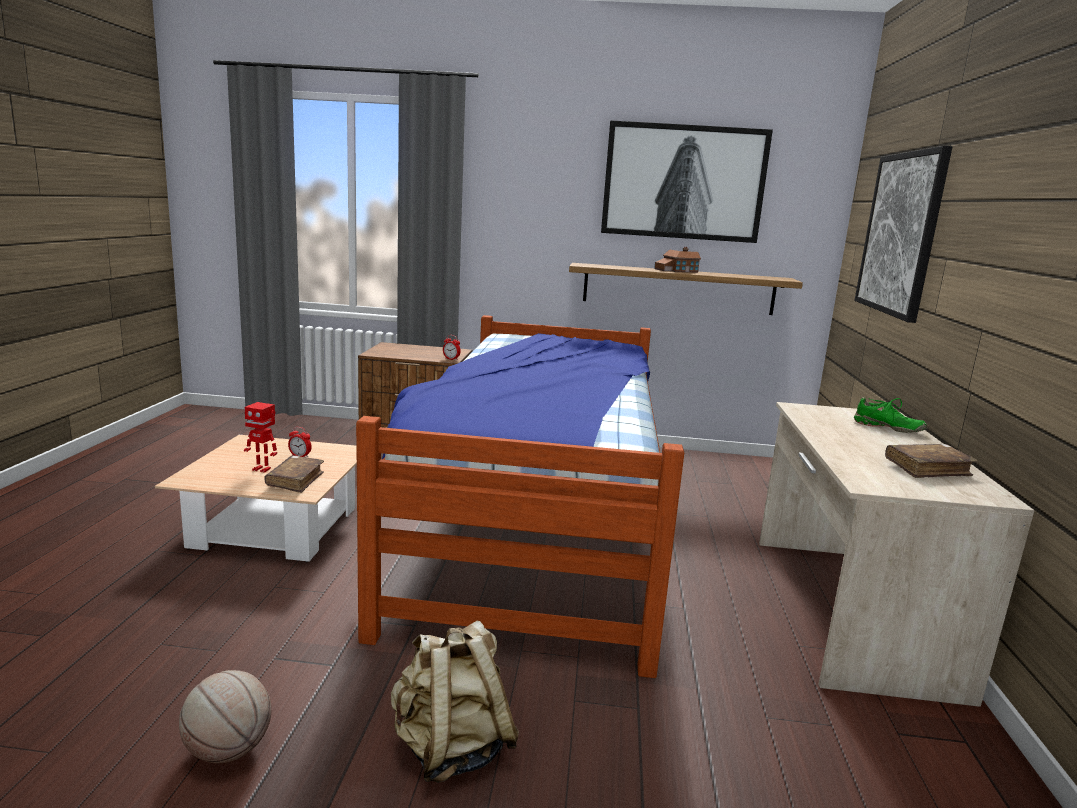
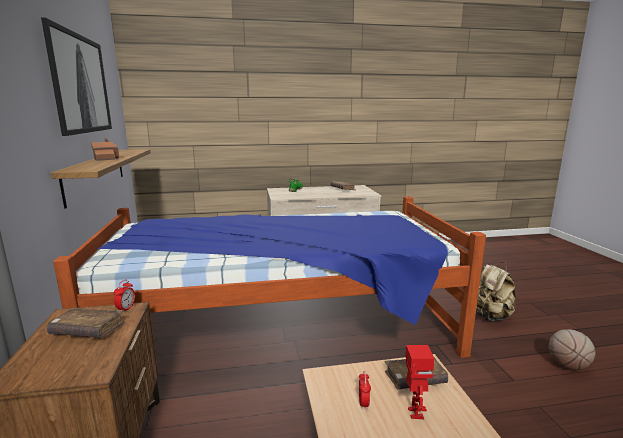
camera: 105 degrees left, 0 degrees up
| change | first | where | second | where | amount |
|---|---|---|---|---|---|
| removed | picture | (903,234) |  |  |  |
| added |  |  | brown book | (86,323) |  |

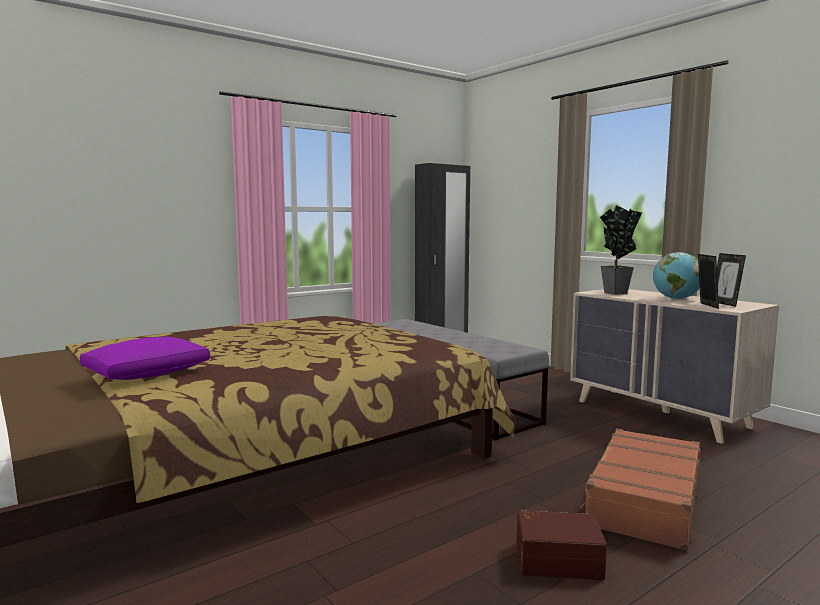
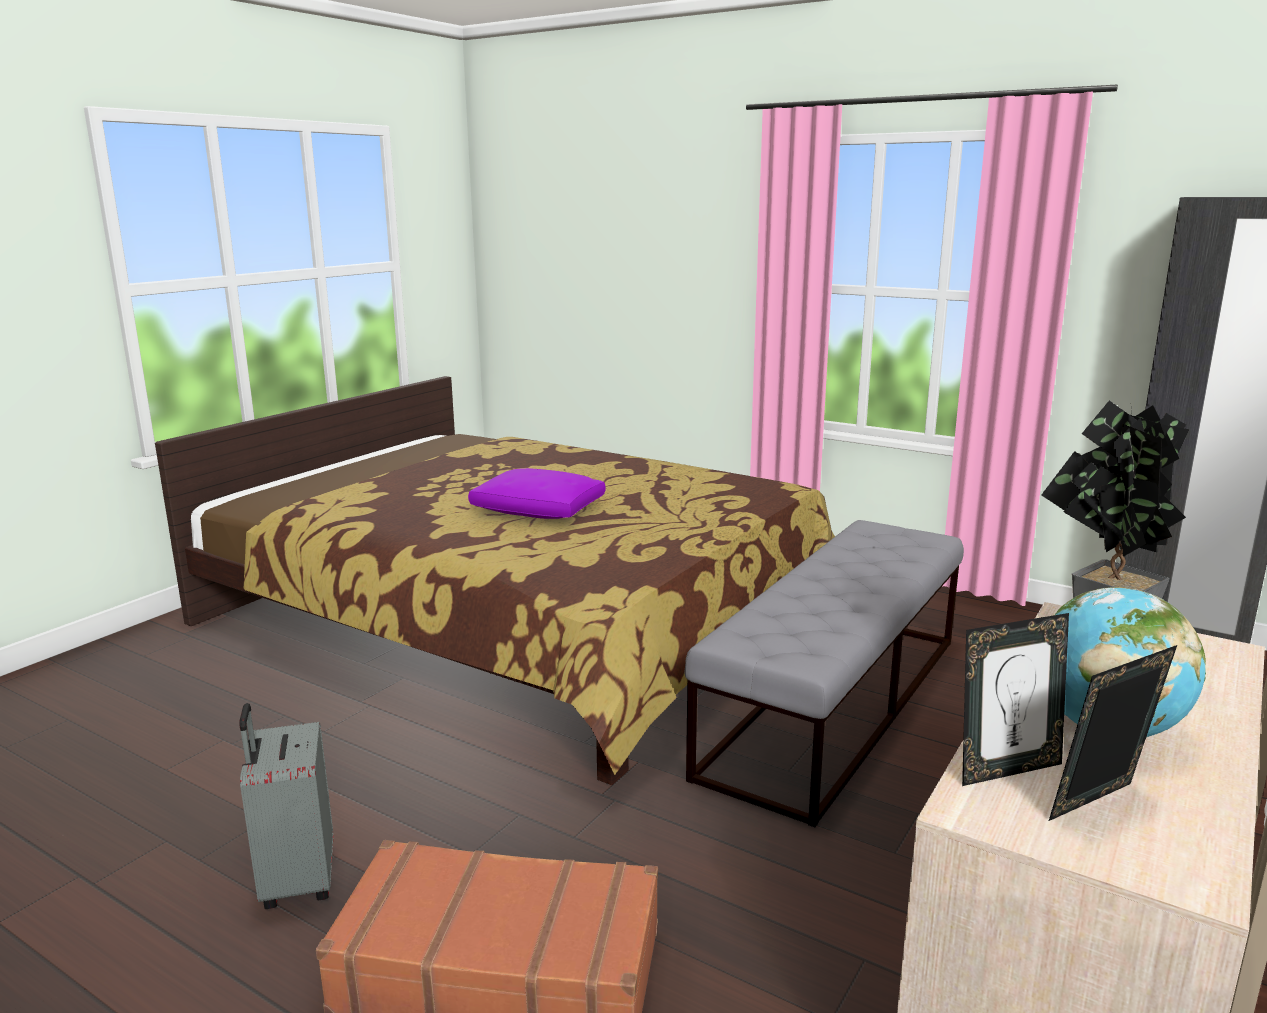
camera: 70 degrees right, 10 degrees up
| change | first | where | second | where | amount |
|---|---|---|---|---|---|
| moved | purple pillow | (145,358) |  | (536,493) |  |
| replaced | brown storage box | (562,545) | grey suitcase | (286,806) |  |

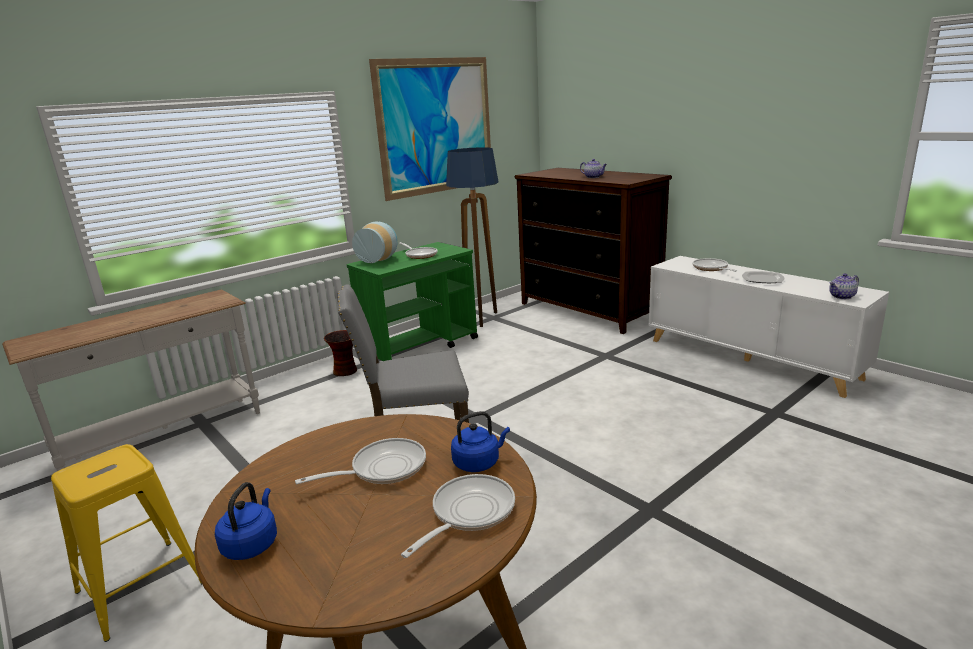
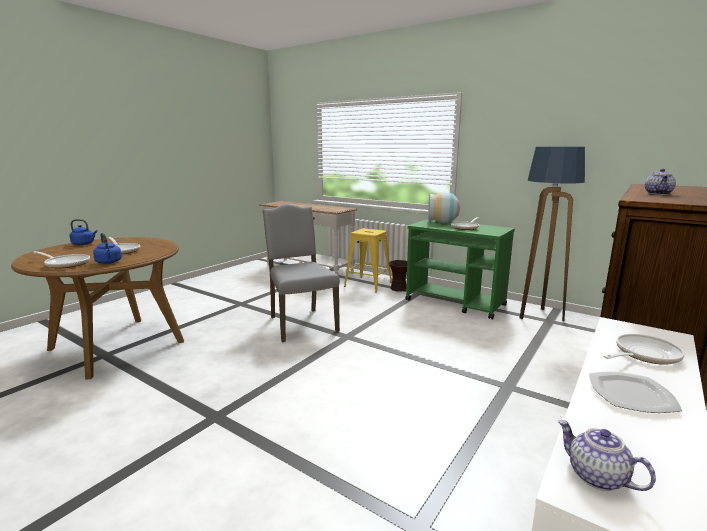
camera: 75 degrees right, 5 degrees down
| change | first | where | second | where | amount |
|---|---|---|---|---|---|
| removed | picture | (430,129) |  |  |  |
| moved | yellow stool | (126,543) |  | (368,260) |  |

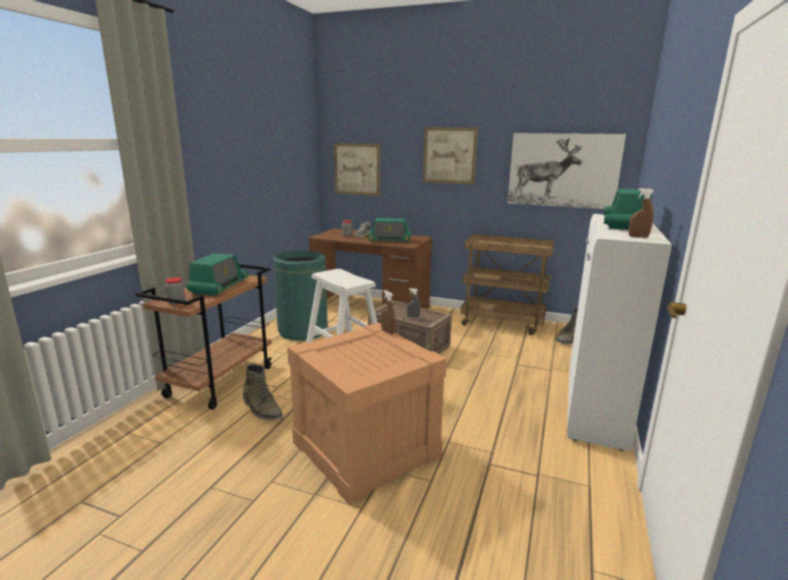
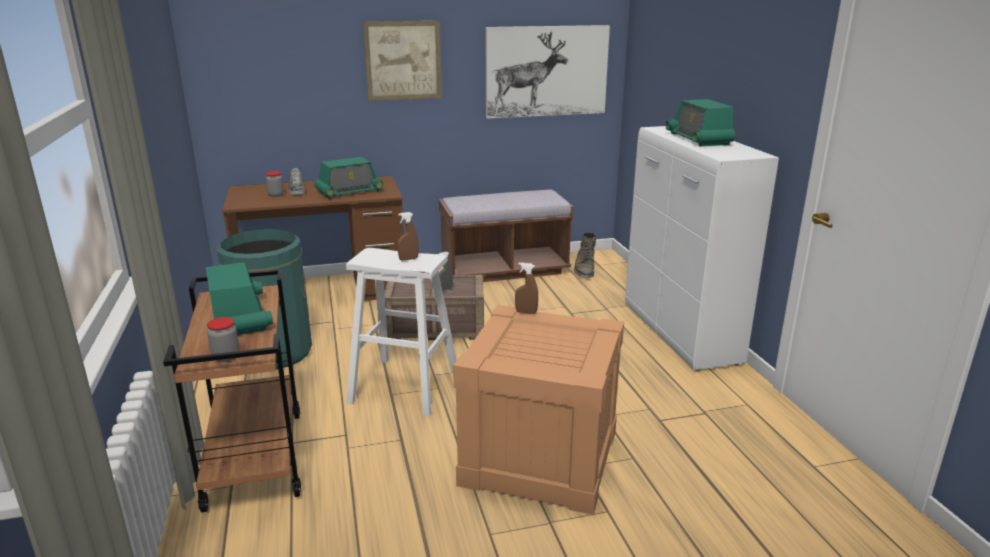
camera: 35 degrees left, 5 degrees up
| change | first | where | second | where | amount |
|---|---|---|---|---|---|
| removed | picture | (357,169) |  |  |  |
| moved | brown spray bottle | (641,213) |  | (408,236) |  |
| replaced | brown cart | (507,284) | brown bench | (506,236) |  |
| removed | green boot | (263,392) |  |  |  |

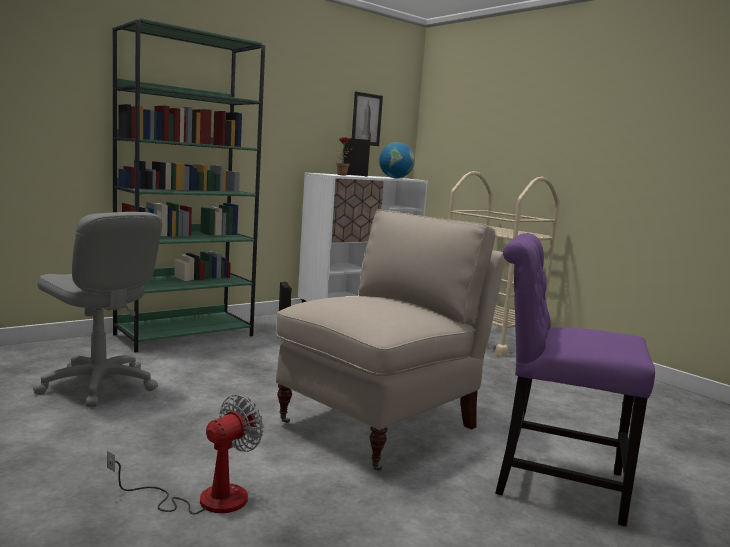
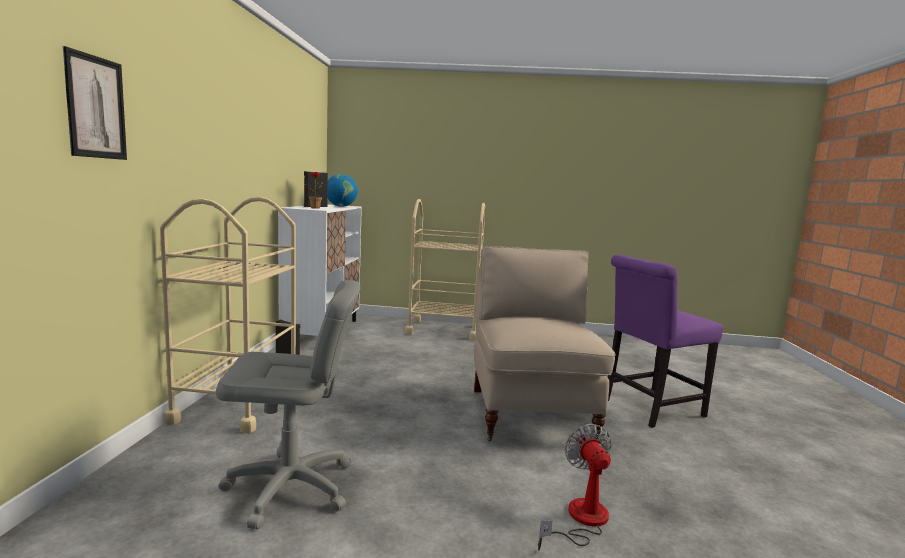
camera: 45 degrees left, 0 degrees up
| change | first | where | second | where | amount |
|---|---|---|---|---|---|
| replaced | green bookcase | (189,185) | beige cart | (228,315) |  |
| moved | picture | (367,118) |  | (95,103) |  |

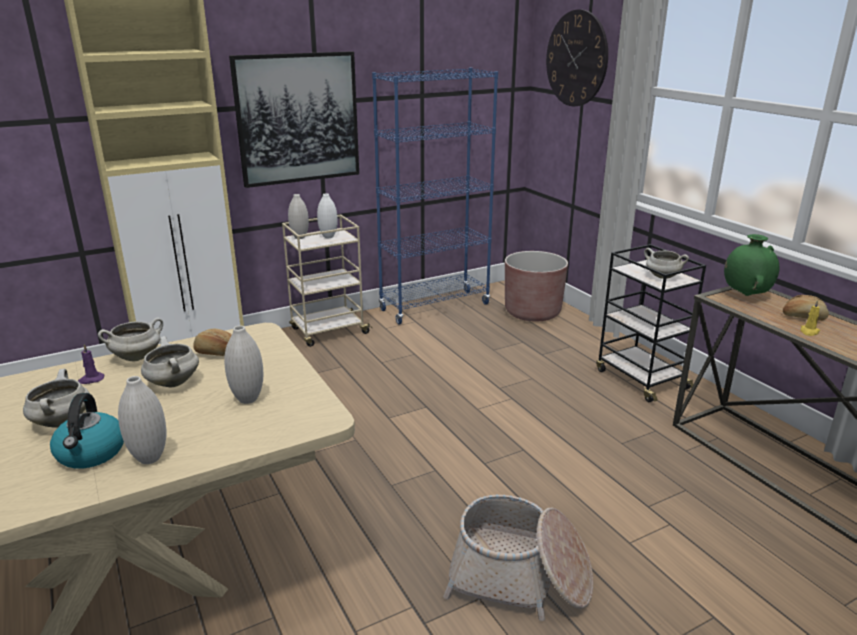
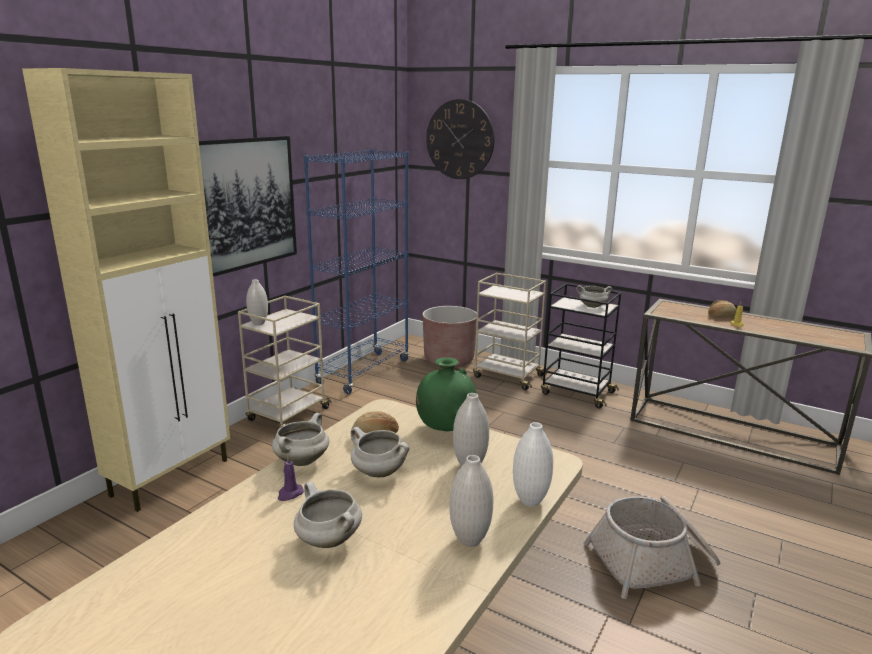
camera: 30 degrees left, 5 degrees down
| change | first | where | second | where | amount |
|---|---|---|---|---|---|
| moved | white vase | (327,215) |  | (533,464) |  |
| moved | green vase | (752,265) |  | (446,394) |  |
| removed | kettle | (87,431) |  |  |  |
| added |  |  | beige cart | (510,331) |  |

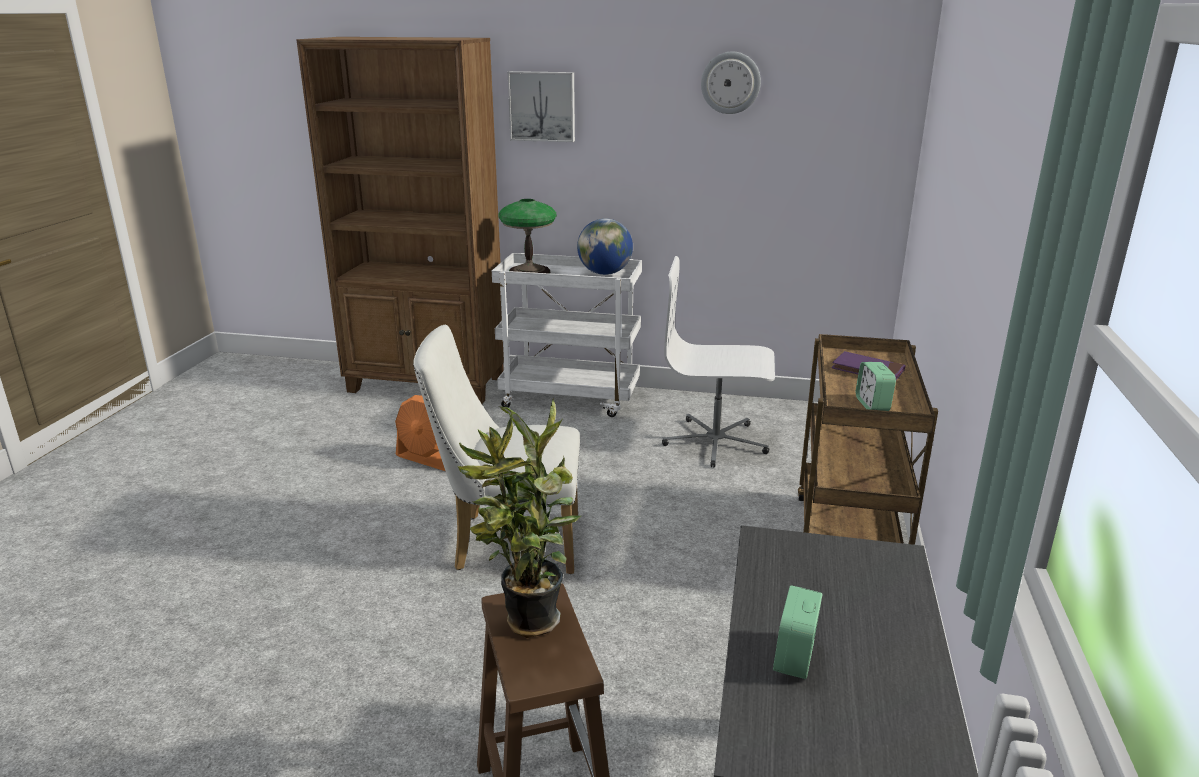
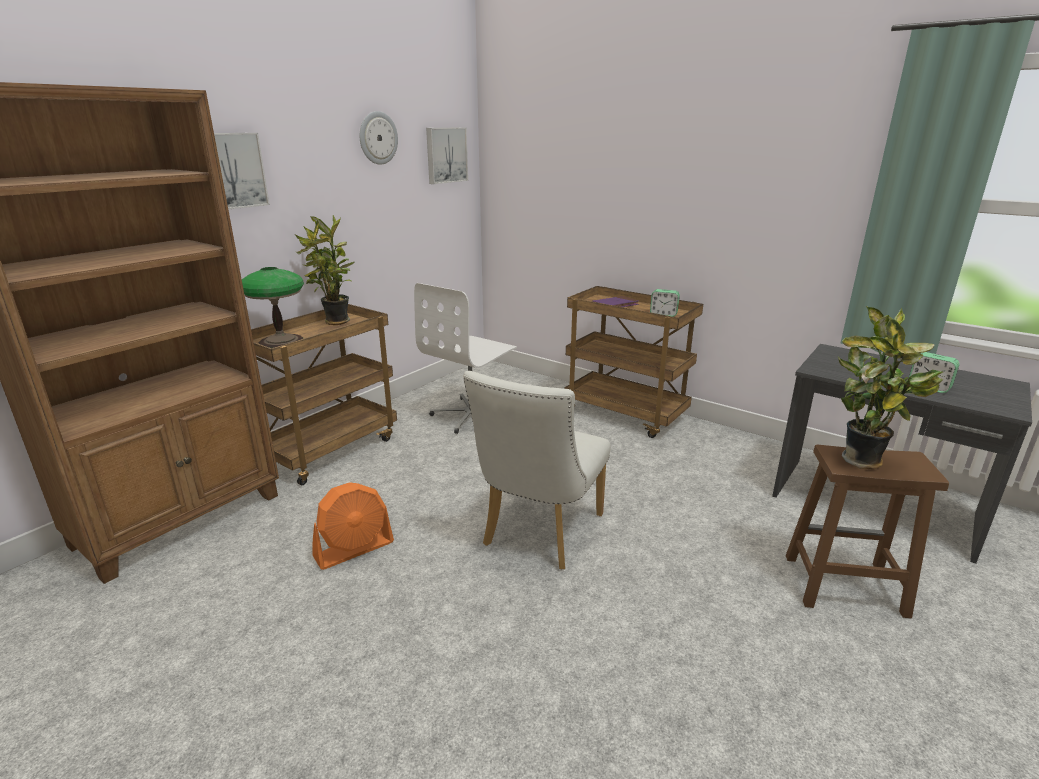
camera: 65 degrees left, 0 degrees up
| change | first | where | second | where | amount |
|---|---|---|---|---|---|
| replaced | globe | (605,246) | potted plant | (324,270) |  |
| recoloured | white cart | (567,335) | brown cart | (324,394) |  |
| added |  |  | picture | (447,156) |  |

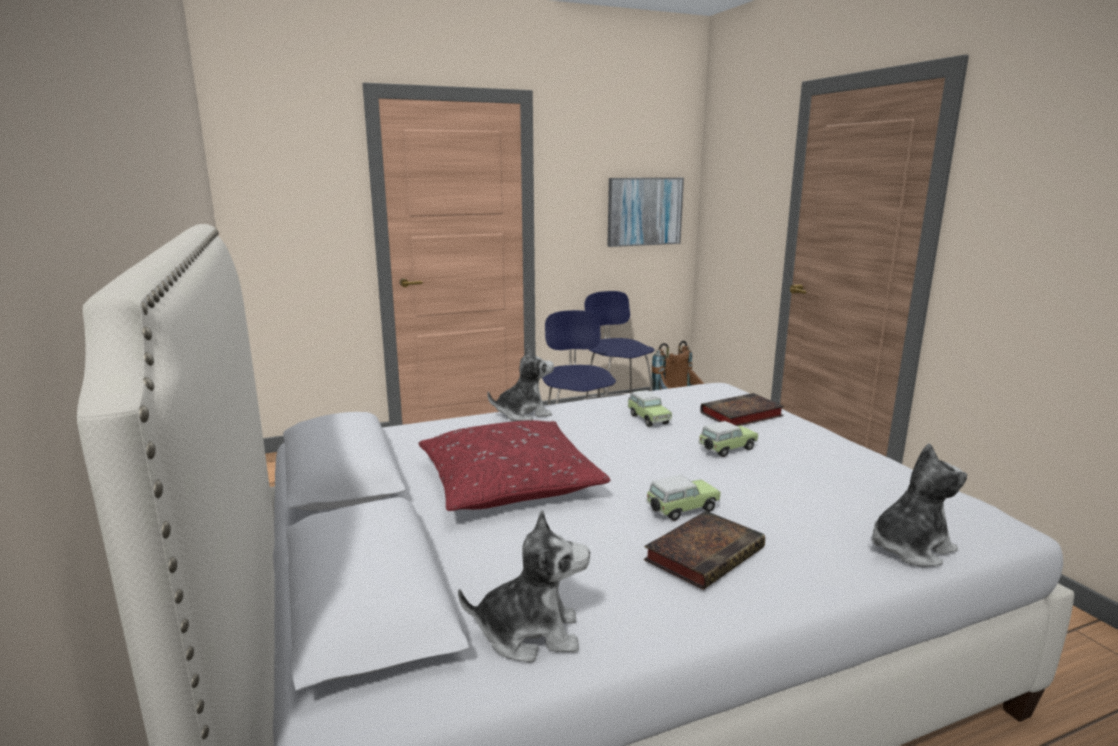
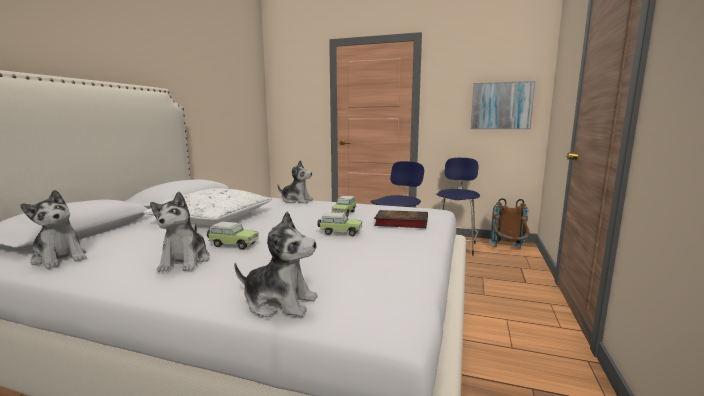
camera: 40 degrees right, 5 degrees down
| change | first | where | second | where | amount |
|---|---|---|---|---|---|
| recoloured | red pillow | (514,465) | white pillow | (207,206) |  |
| replaced | book | (704,550) | plush toy | (180,232) |  |

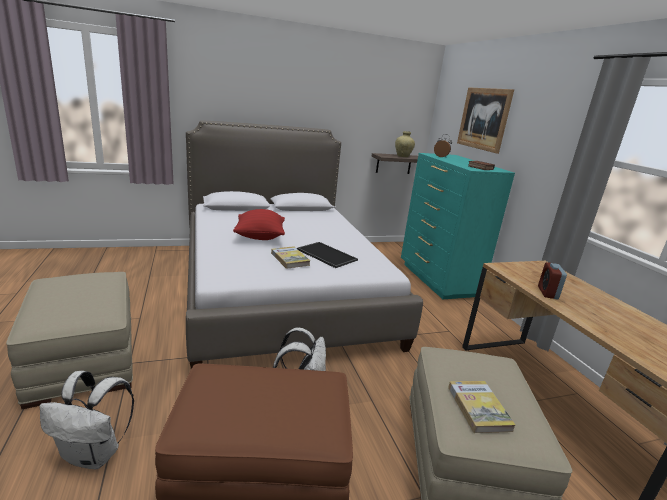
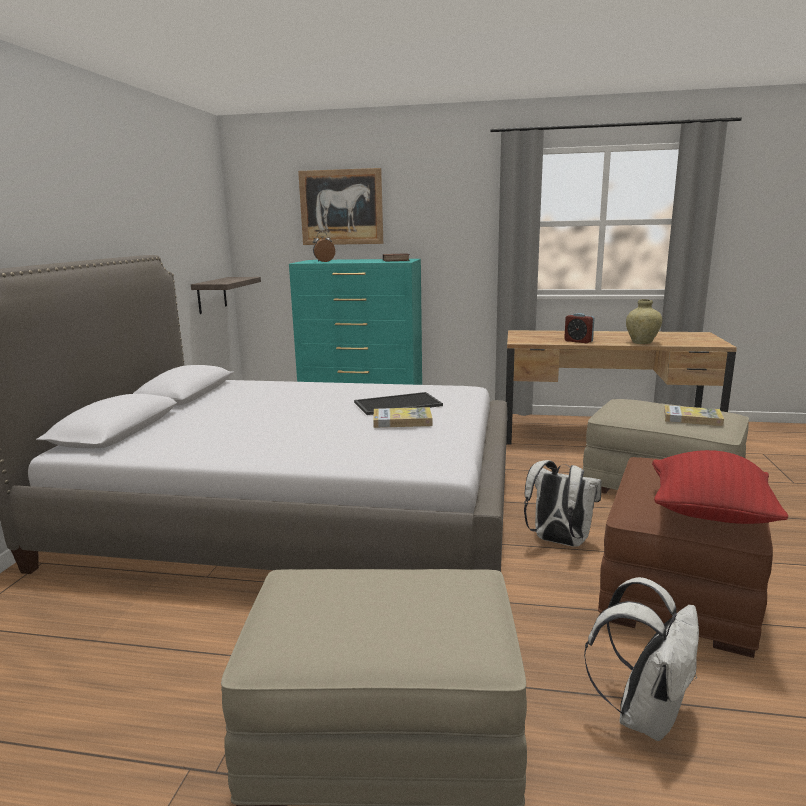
camera: 60 degrees left, 5 degrees down
| change | first | where | second | where | amount |
|---|---|---|---|---|---|
| moved | beige vase | (405,144) |  | (644,321) |  |
| moved | red pillow | (259,224) |  | (720,487) |  |

